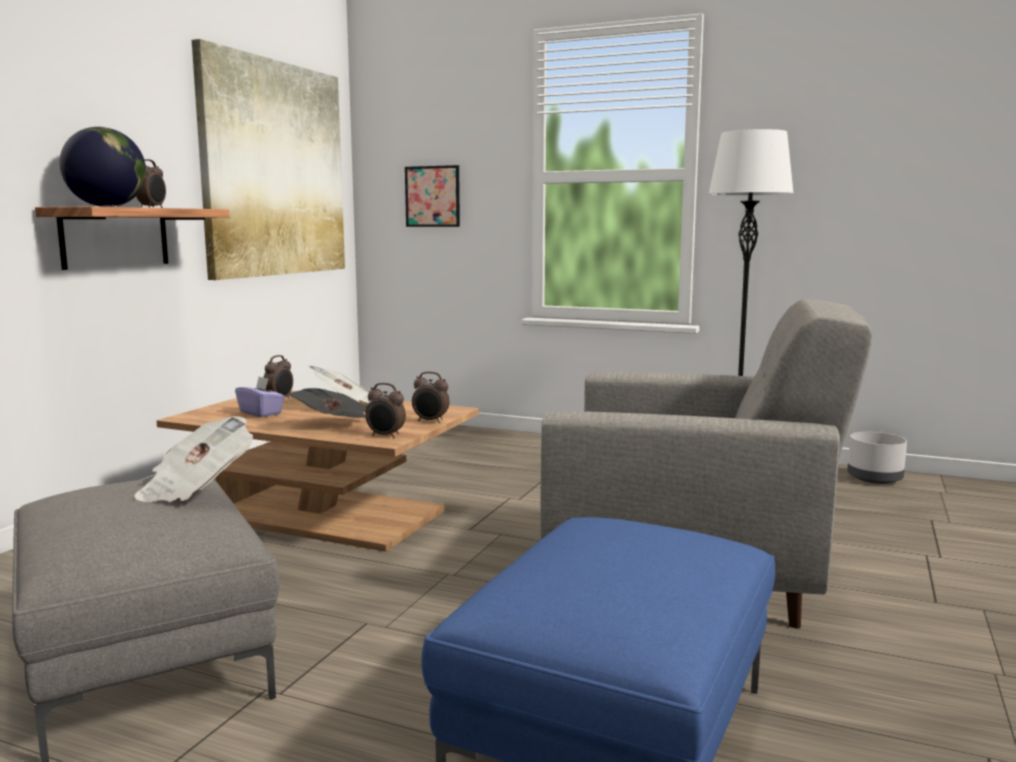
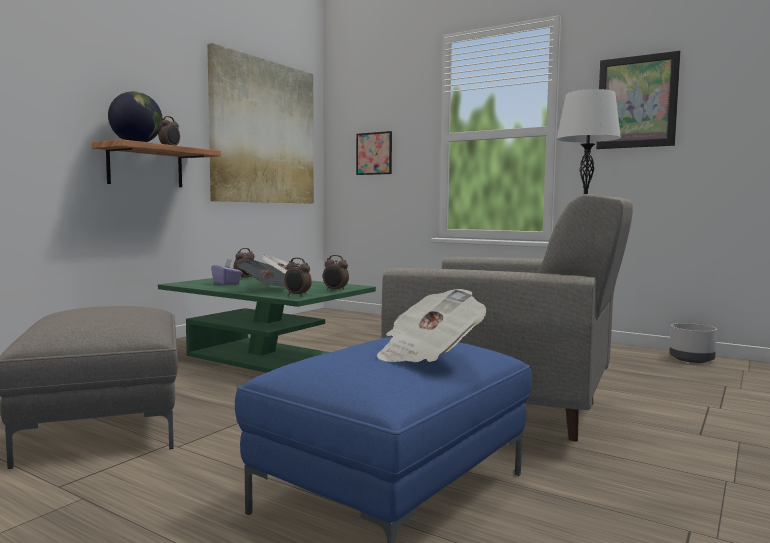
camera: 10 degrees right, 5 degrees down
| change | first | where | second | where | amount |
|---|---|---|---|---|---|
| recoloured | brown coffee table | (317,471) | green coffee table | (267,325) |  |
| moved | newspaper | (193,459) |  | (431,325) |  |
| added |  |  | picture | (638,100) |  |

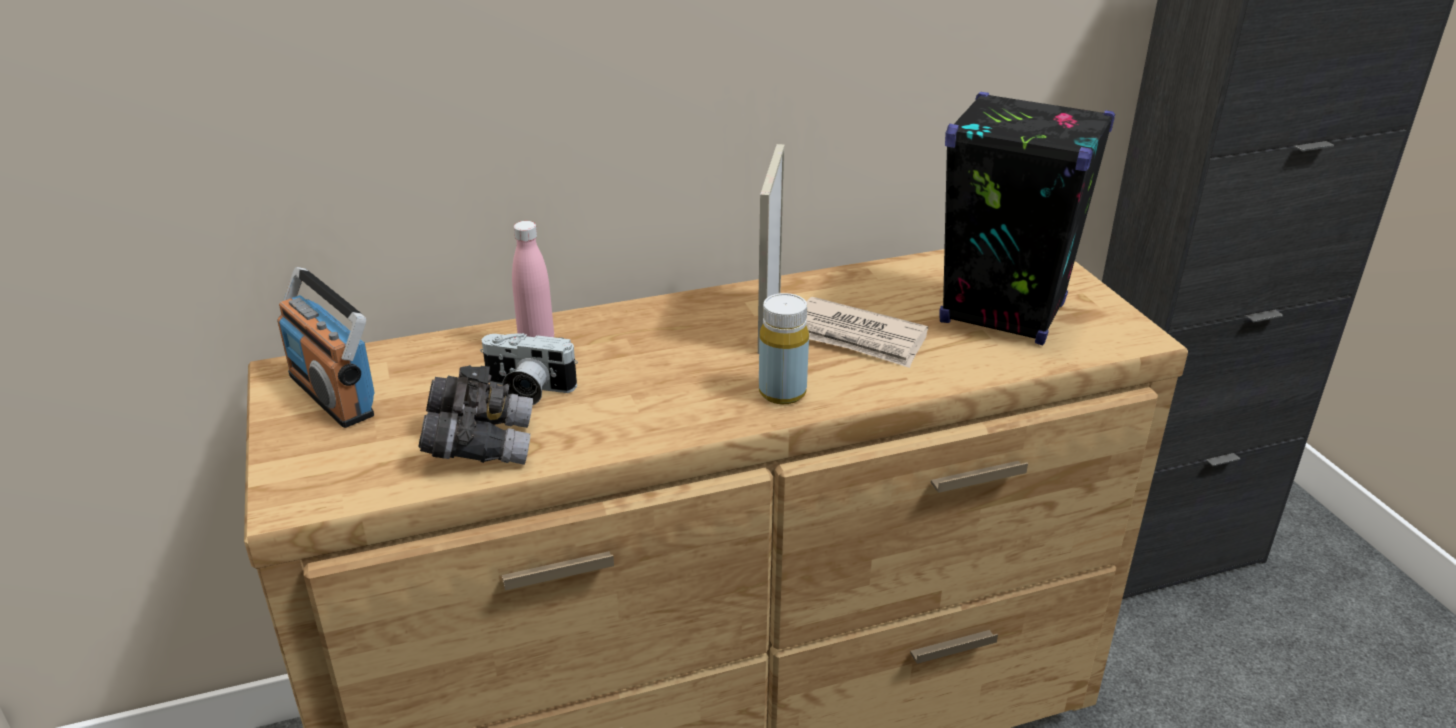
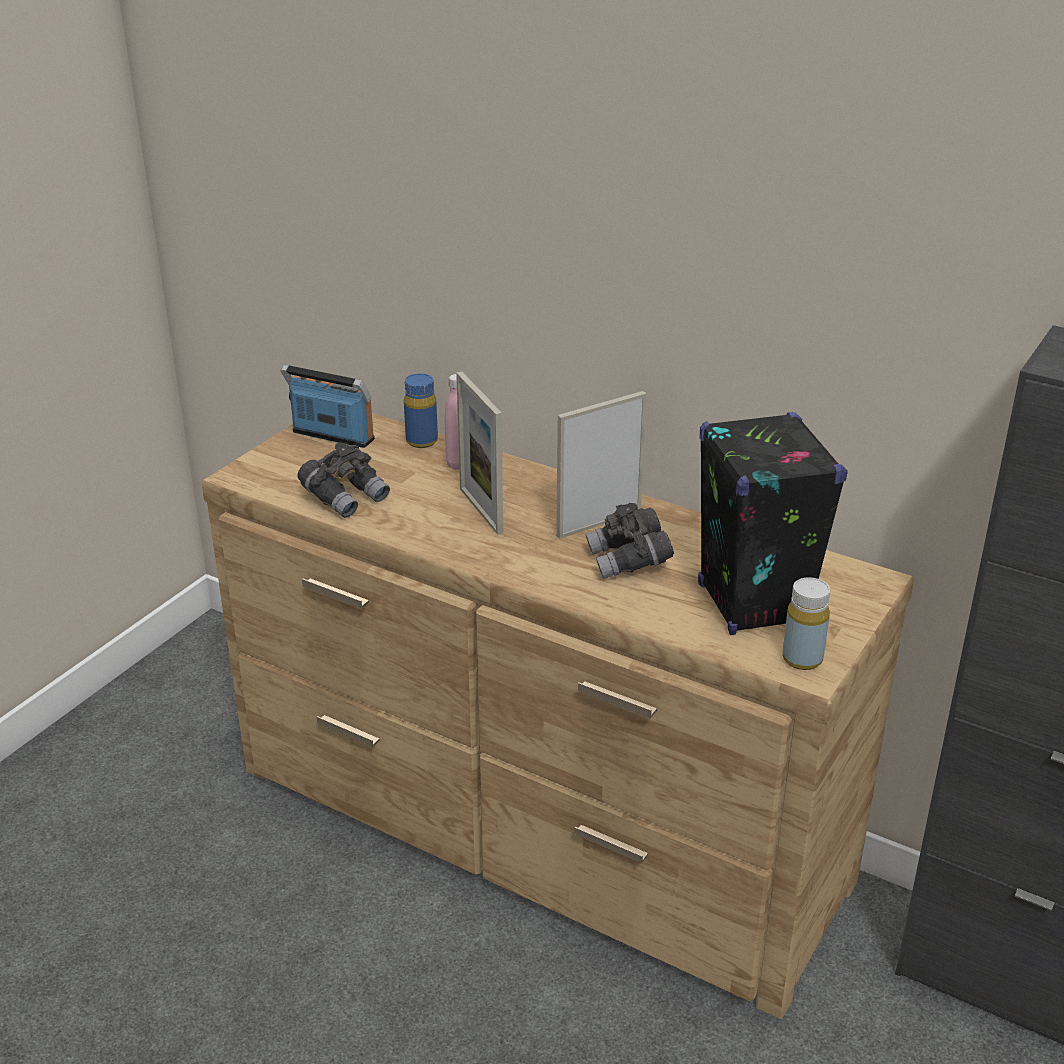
camera: 50 degrees right, 0 degrees up
| change | first | where | second | where | amount |
|---|---|---|---|---|---|
| turned | radio | (326,347) |  | (328,406) | 105 degrees clockwise |
| moved | yellow bottle | (784,348) |  | (806,623) |  |
| replaced | newspaper | (867,332) | grey binoculars | (630,541) |  |
| removed | photo camera | (529,369) |  |  |  |
| added |  |  | picture frame | (479,453) |  |
| added |  |  | blue bottle | (421,410) |  |

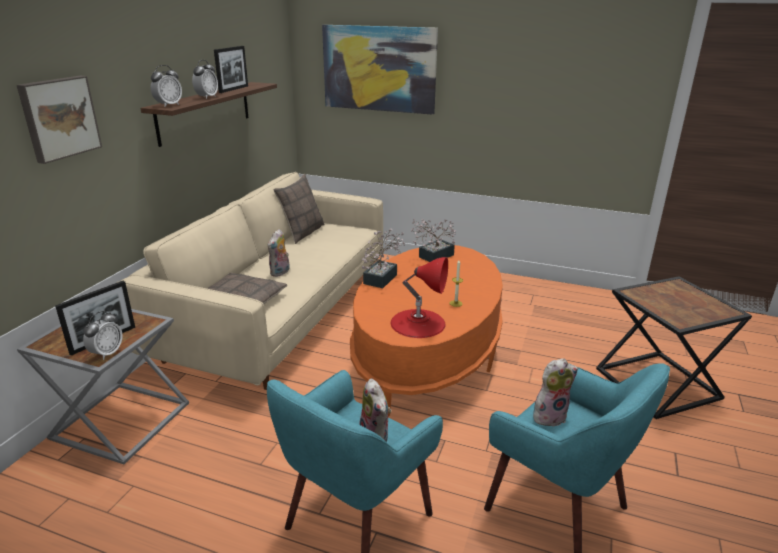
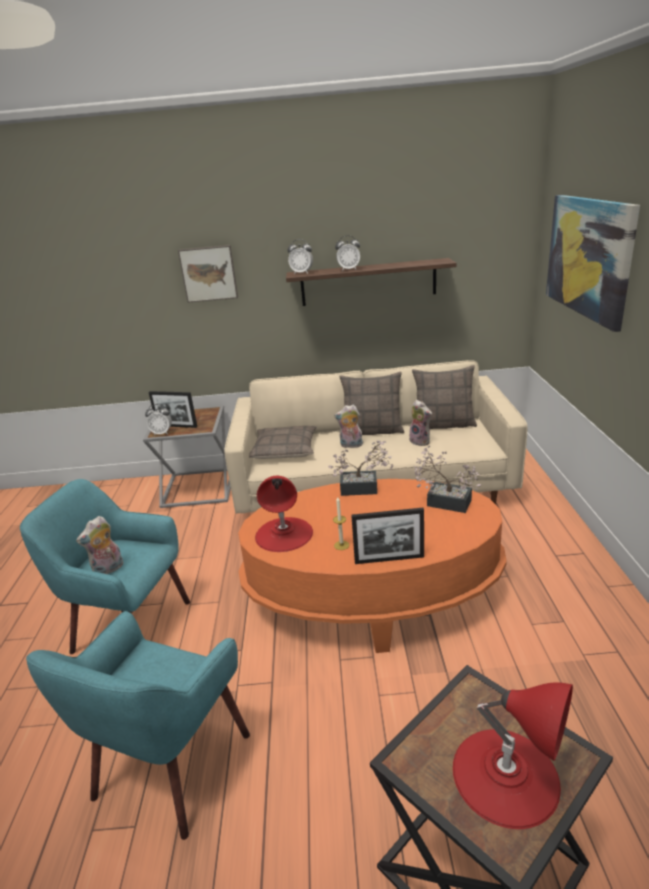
camera: 70 degrees right, 0 degrees up
| change | first | where | second | where | amount |
|---|---|---|---|---|---|
| moved | picture frame | (231,69) |  | (387,536) |  |
| moved | plush toy | (555,392) |  | (420,423) |  |
| added |  |  | pillow | (371,403) |  |
| added |  |  | red table lamp | (513,755) |  |

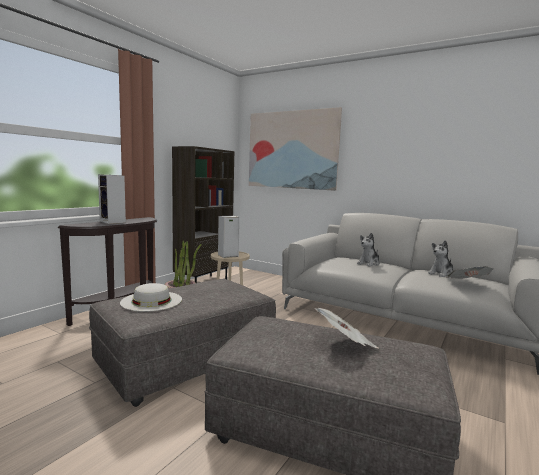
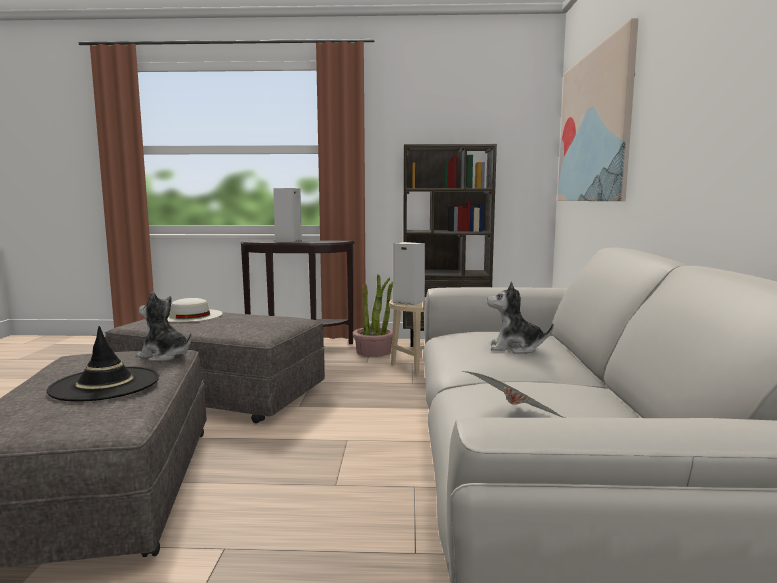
camera: 60 degrees right, 0 degrees up
| change | first | where | second | where | amount |
|---|---|---|---|---|---|
| moved | plush toy | (440,258) |  | (164,326) |  |
| replaced | newspaper | (346,328) | black hat | (103,364) |  |

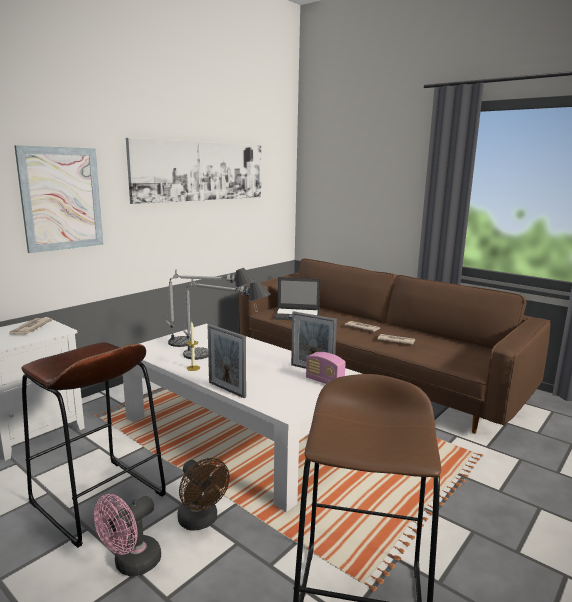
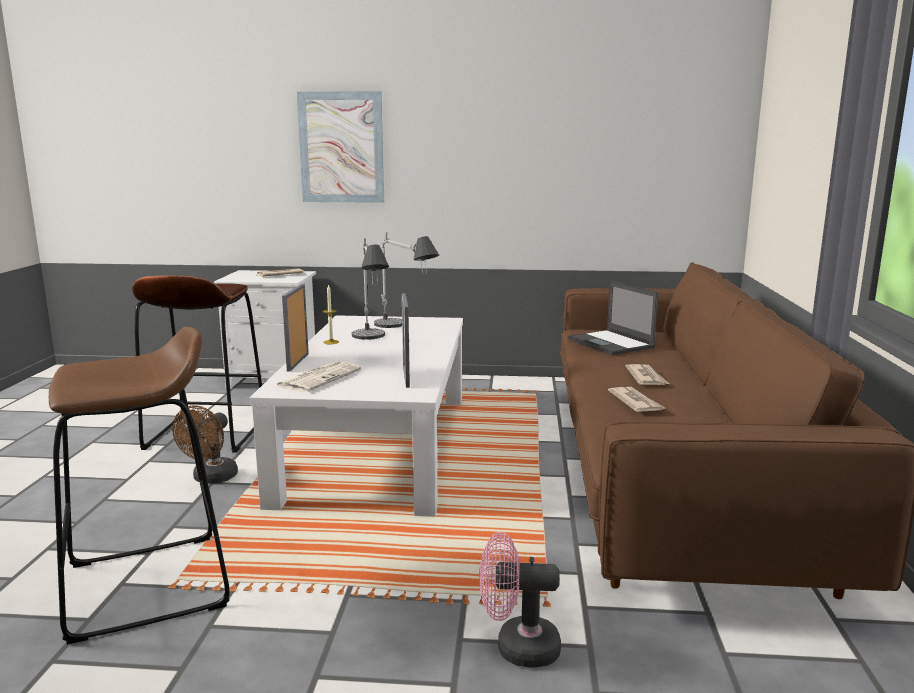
camera: 55 degrees right, 0 degrees up
| change | first | where | second | where | amount |
|---|---|---|---|---|---|
| removed | picture | (193,171) |  |  |  |
| removed | radio | (326,368) |  |  |  |
| moved | pink fan | (127,535) |  | (520,600) |  |
| added |  |  | newspaper | (319,376) |  |

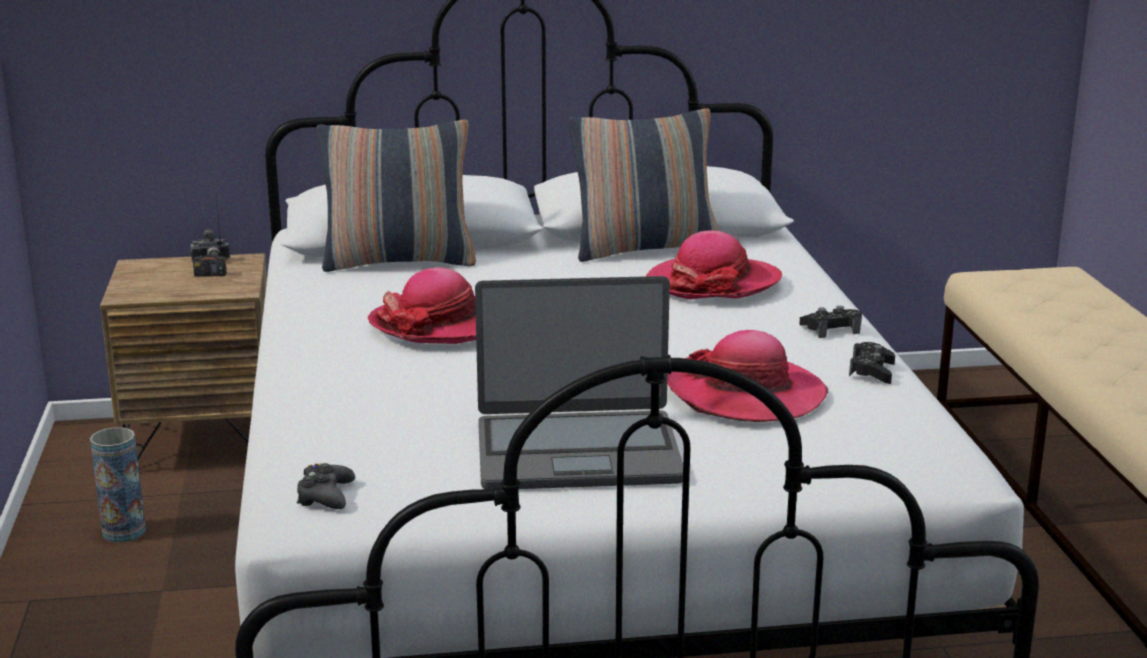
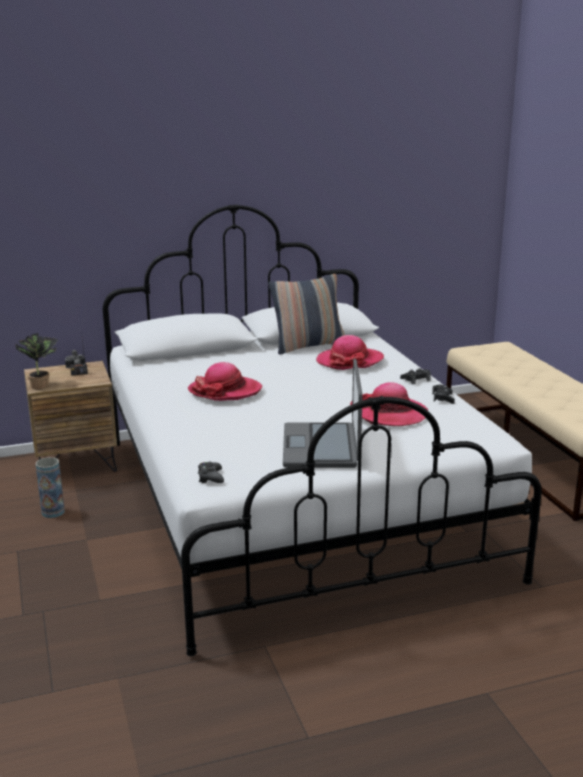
camera: 10 degrees left, 0 degrees up
| change | first | where | second | where | amount |
|---|---|---|---|---|---|
| removed | pillow | (396,196) |  |  |  |
| turned | laptop | (579,382) |  | (323,413) | 105 degrees clockwise |
| added |  |  | potted plant | (37,361) |  |

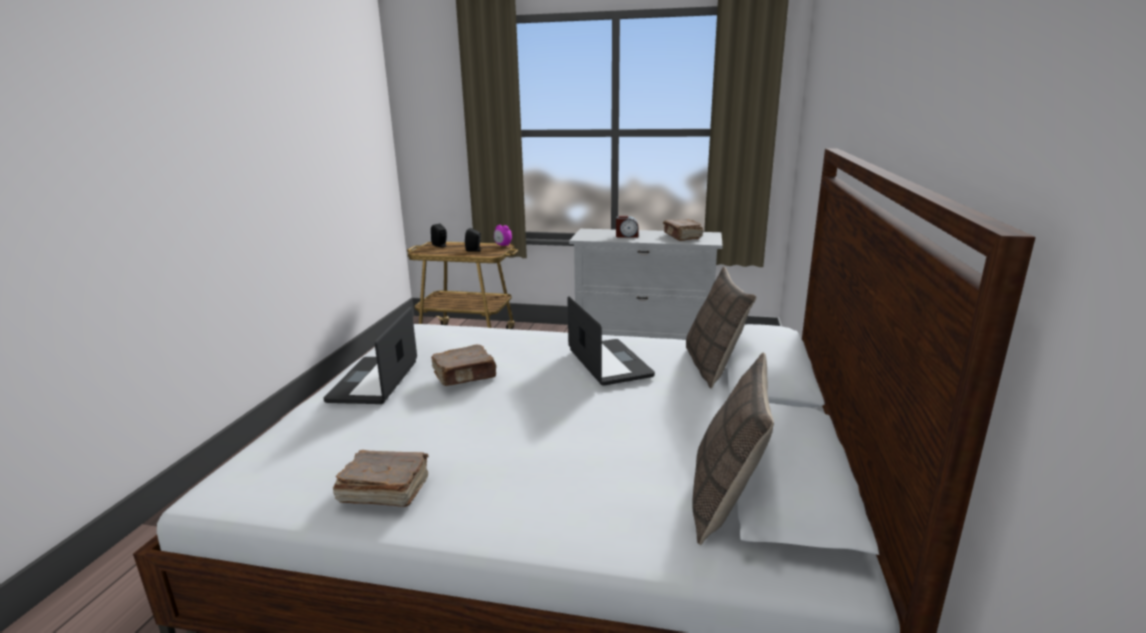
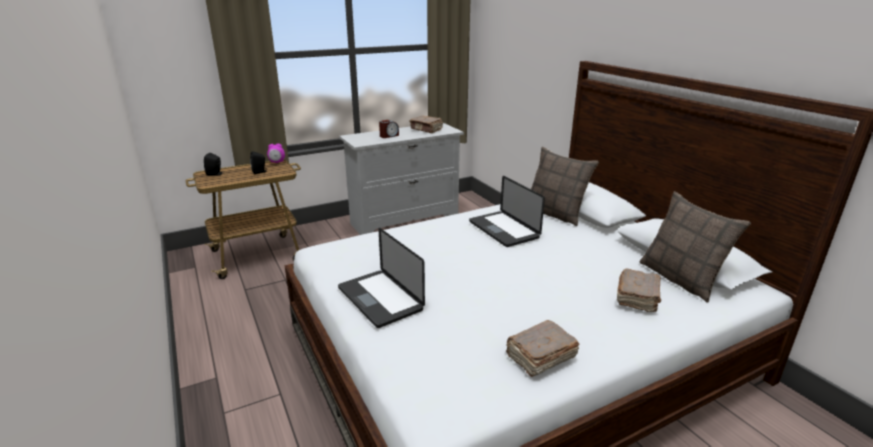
camera: 40 degrees left, 5 degrees up
| change | first | where | second | where | amount |
|---|---|---|---|---|---|
| turned | laptop | (611,341) |  | (507,211) | 150 degrees counterclockwise |
| moved | brown book | (464,365) |  | (639,290) |  |

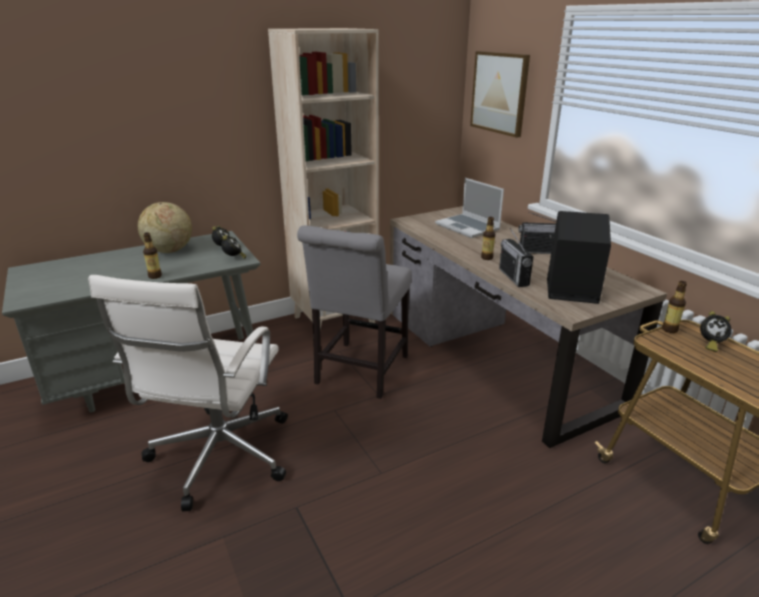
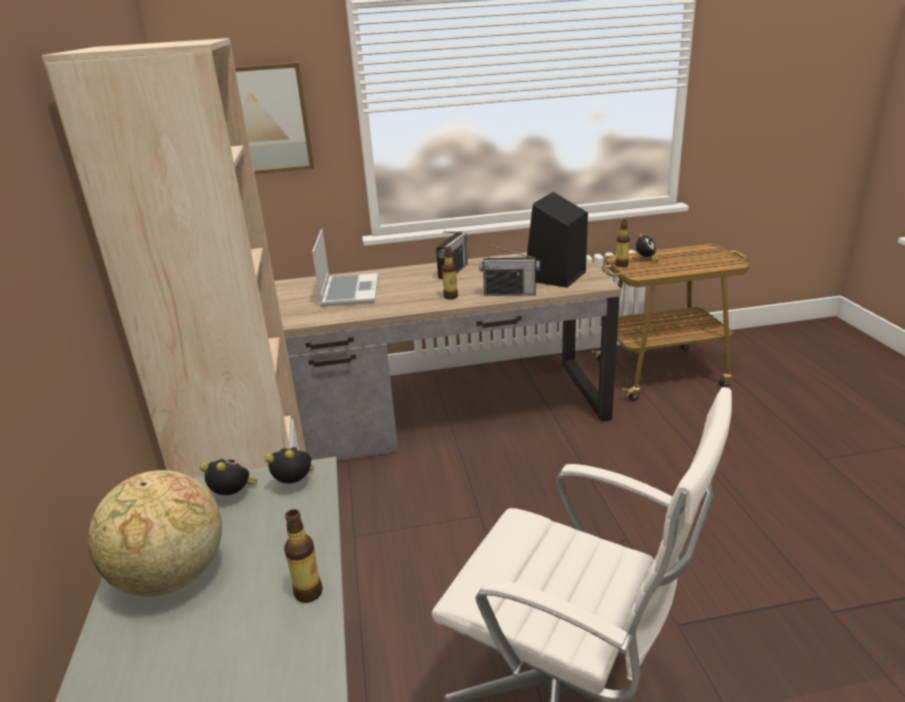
camera: 70 degrees left, 0 degrees up
| change | first | where | second | where | amount |
|---|---|---|---|---|---|
| turned | laptop | (469,208) |  | (345,267) | 75 degrees counterclockwise |
| removed | grey chair | (354,312) |  |  |  |

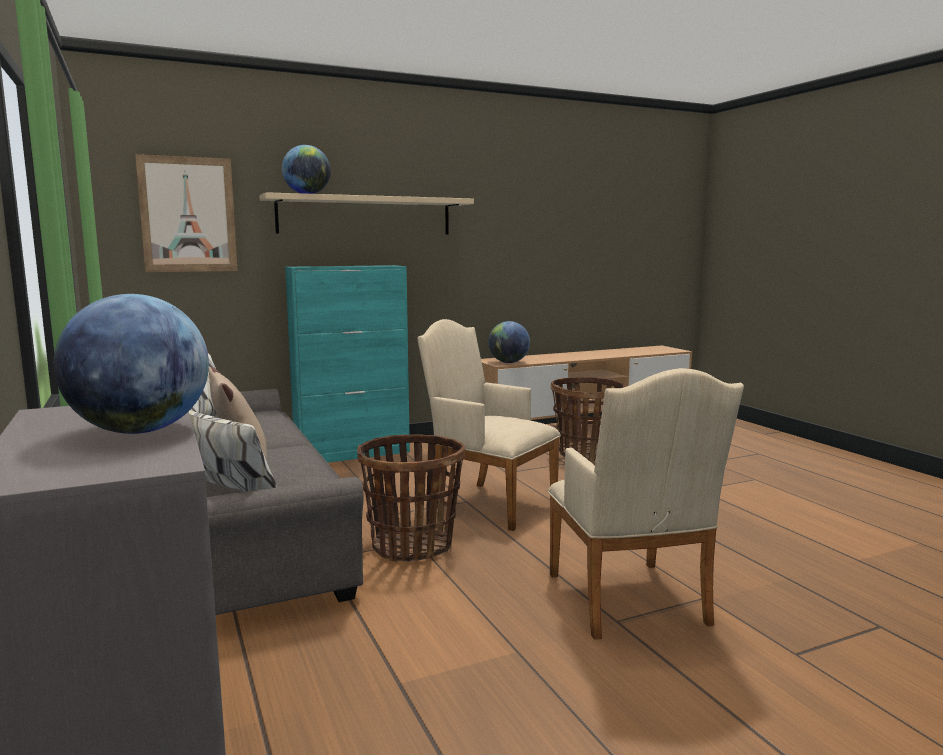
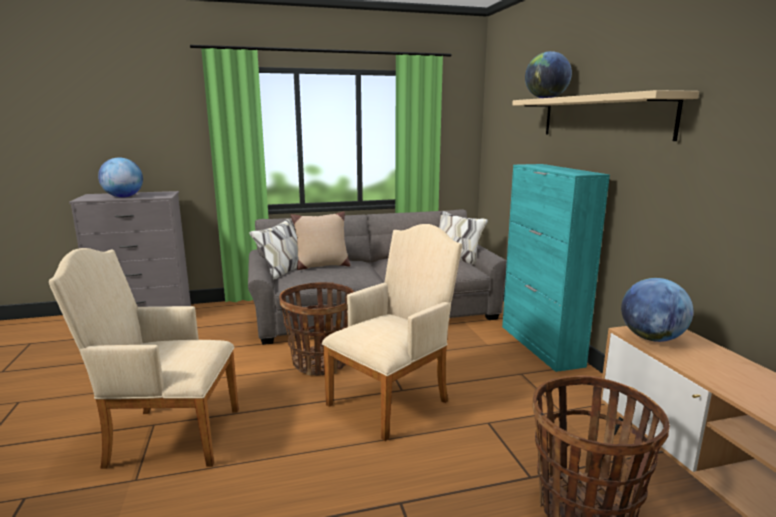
camera: 100 degrees right, 5 degrees up
| change | first | where | second | where | amount |
|---|---|---|---|---|---|
| removed | picture | (186,213) |  |  |  |

